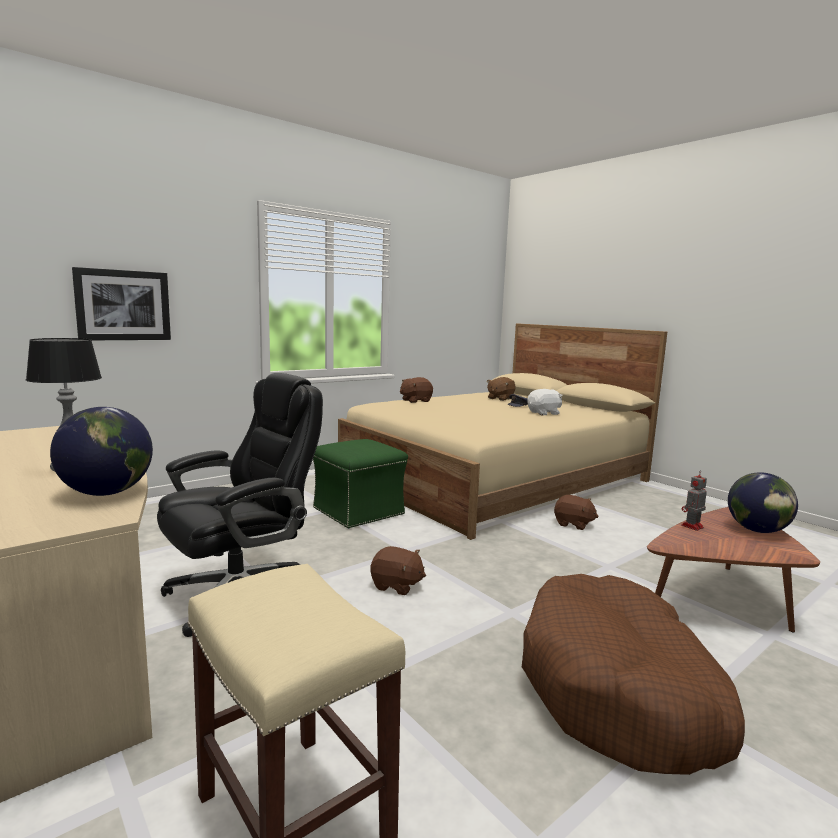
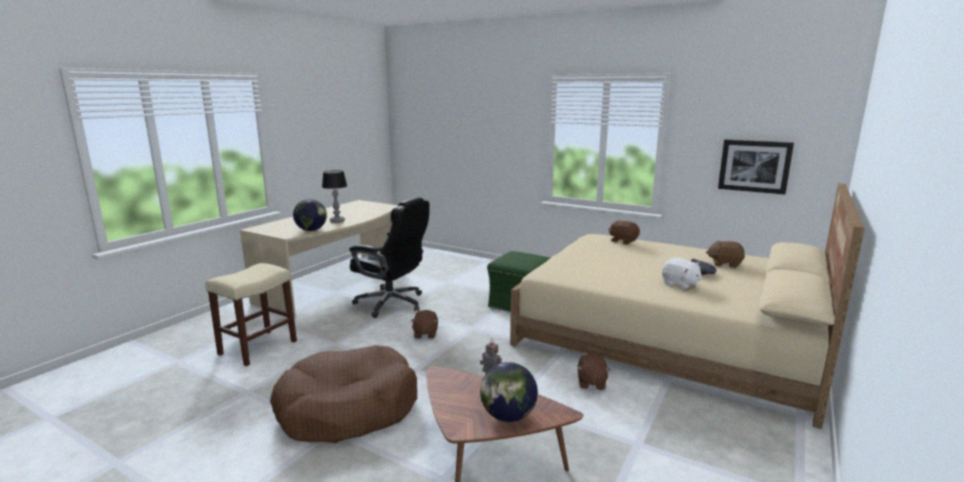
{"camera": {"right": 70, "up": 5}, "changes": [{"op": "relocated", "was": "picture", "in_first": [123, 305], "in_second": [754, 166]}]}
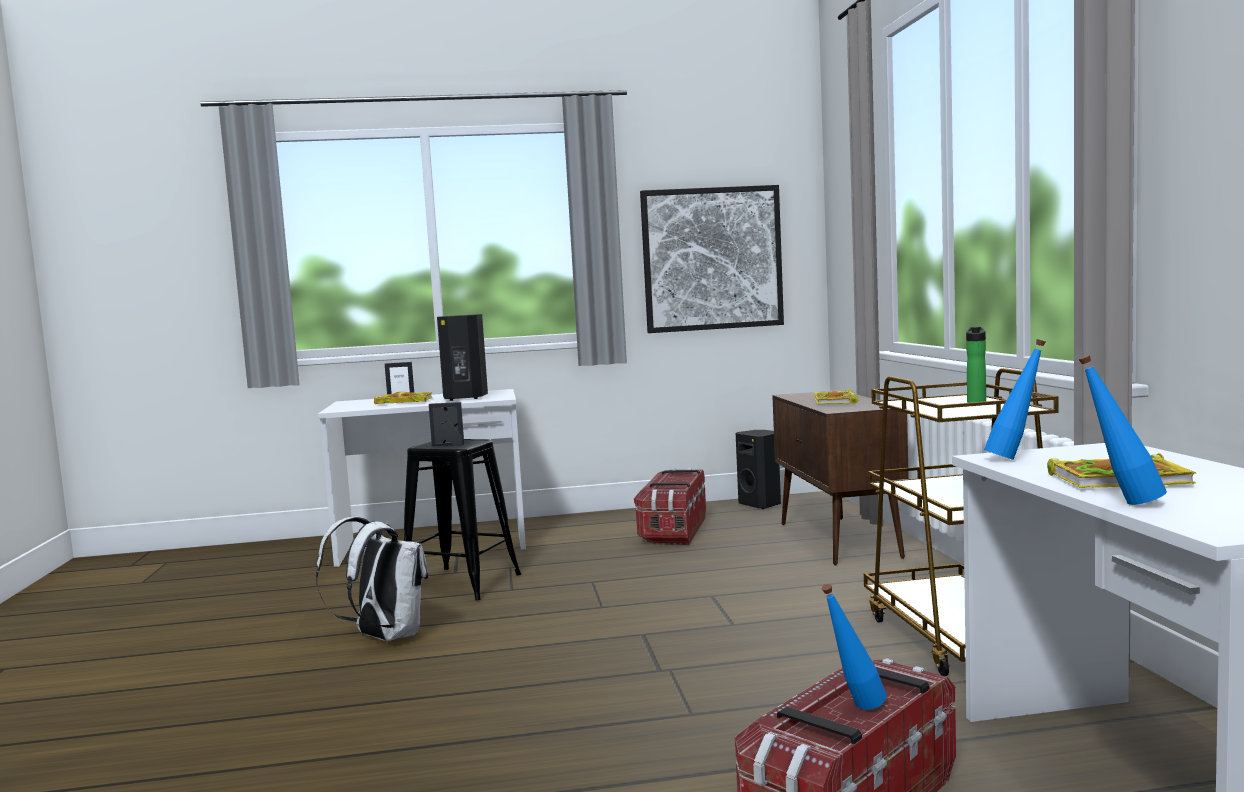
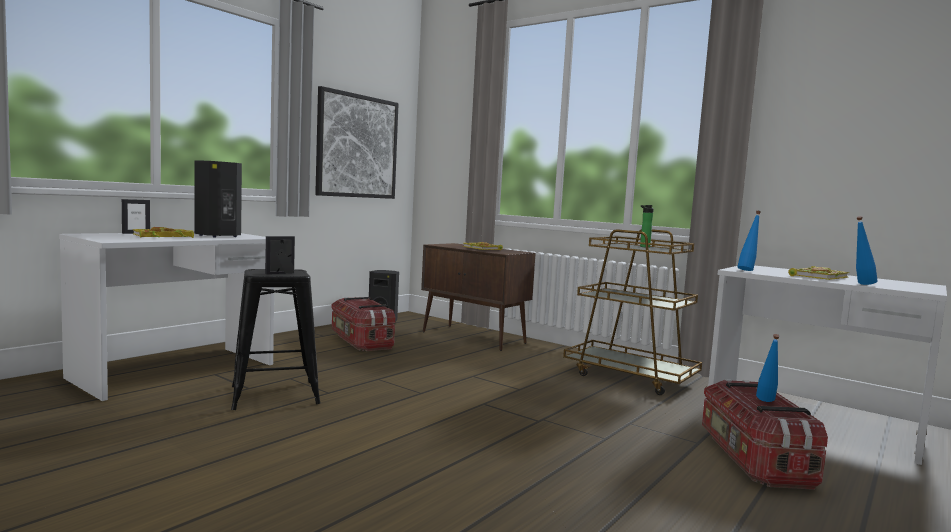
{"camera": {"right": -45, "up": 0}, "changes": [{"op": "missing", "was": "whitish knapsack", "in_first": [383, 637]}]}
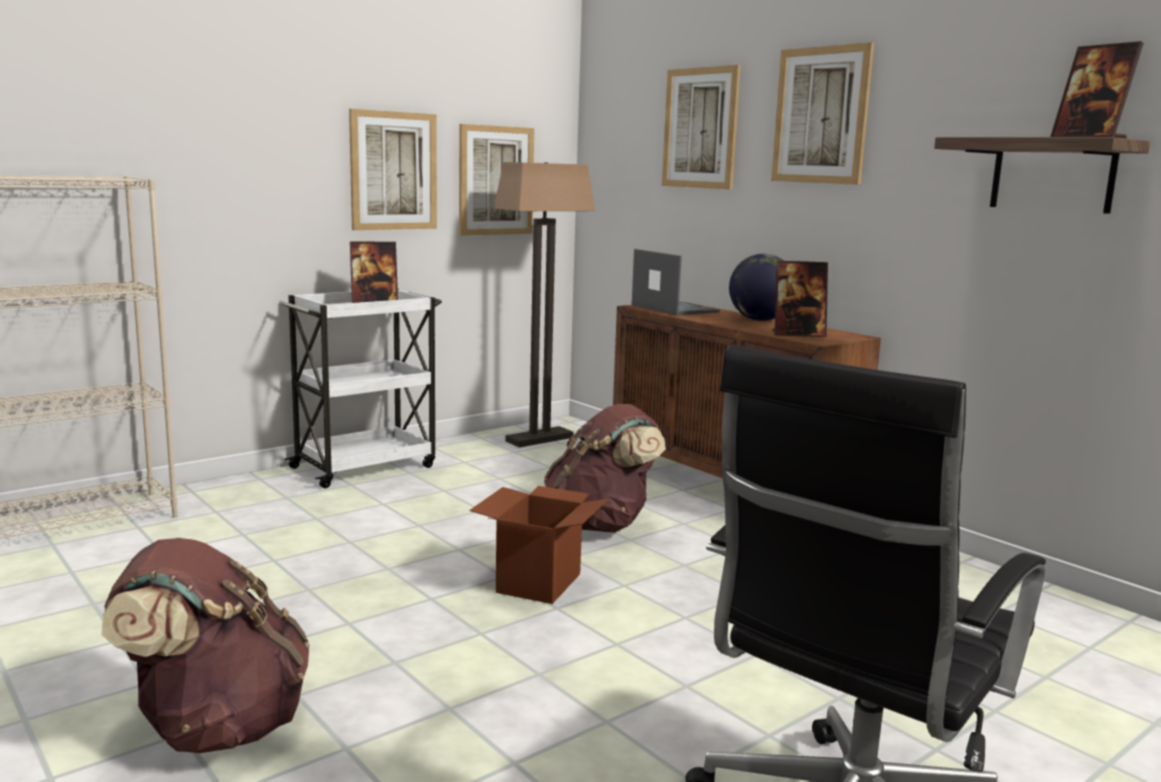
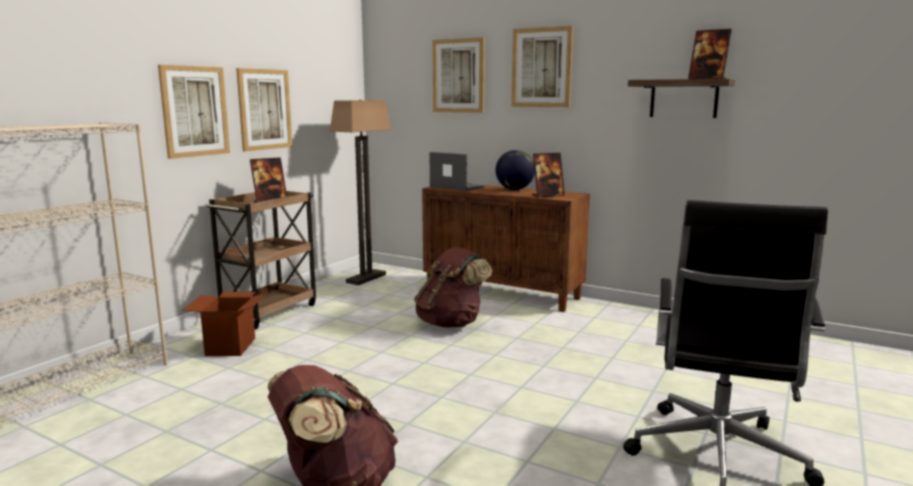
{"camera": {"right": -20, "up": 0}, "changes": [{"op": "colour", "was": "whitish trolley", "now": "brown trolley", "in_first": [365, 466], "in_second": [269, 311]}, {"op": "relocated", "was": "picture", "in_first": [496, 180], "in_second": [195, 111]}, {"op": "relocated", "was": "cardboard box", "in_first": [538, 583], "in_second": [230, 346]}]}
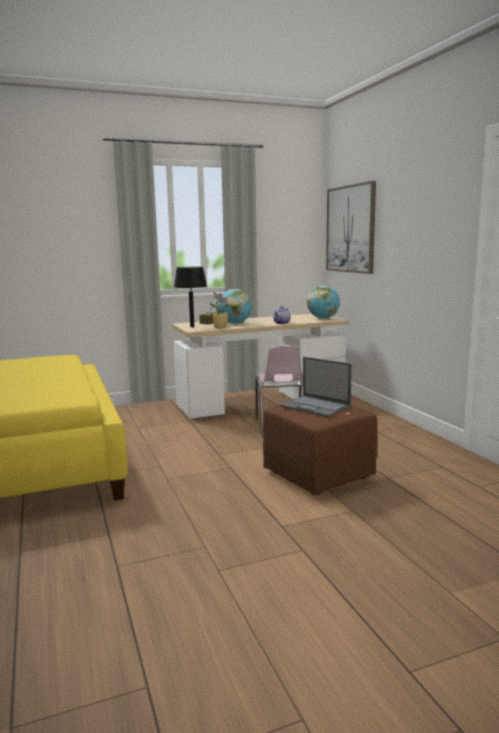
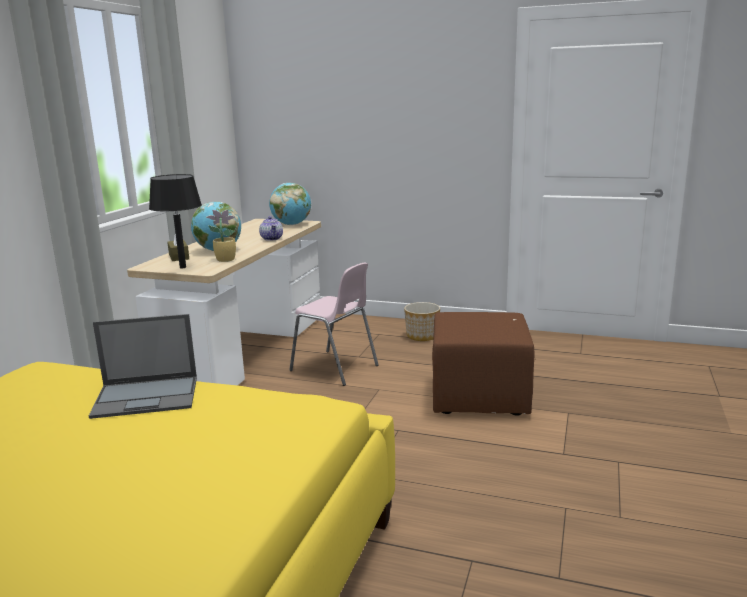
{"camera": {"right": -50, "up": 5}, "changes": [{"op": "relocated", "was": "notebook computer", "in_first": [316, 406], "in_second": [148, 397]}, {"op": "missing", "was": "picture", "in_first": [350, 229]}, {"op": "appeared", "now": "plant pot", "in_second": [422, 336]}]}
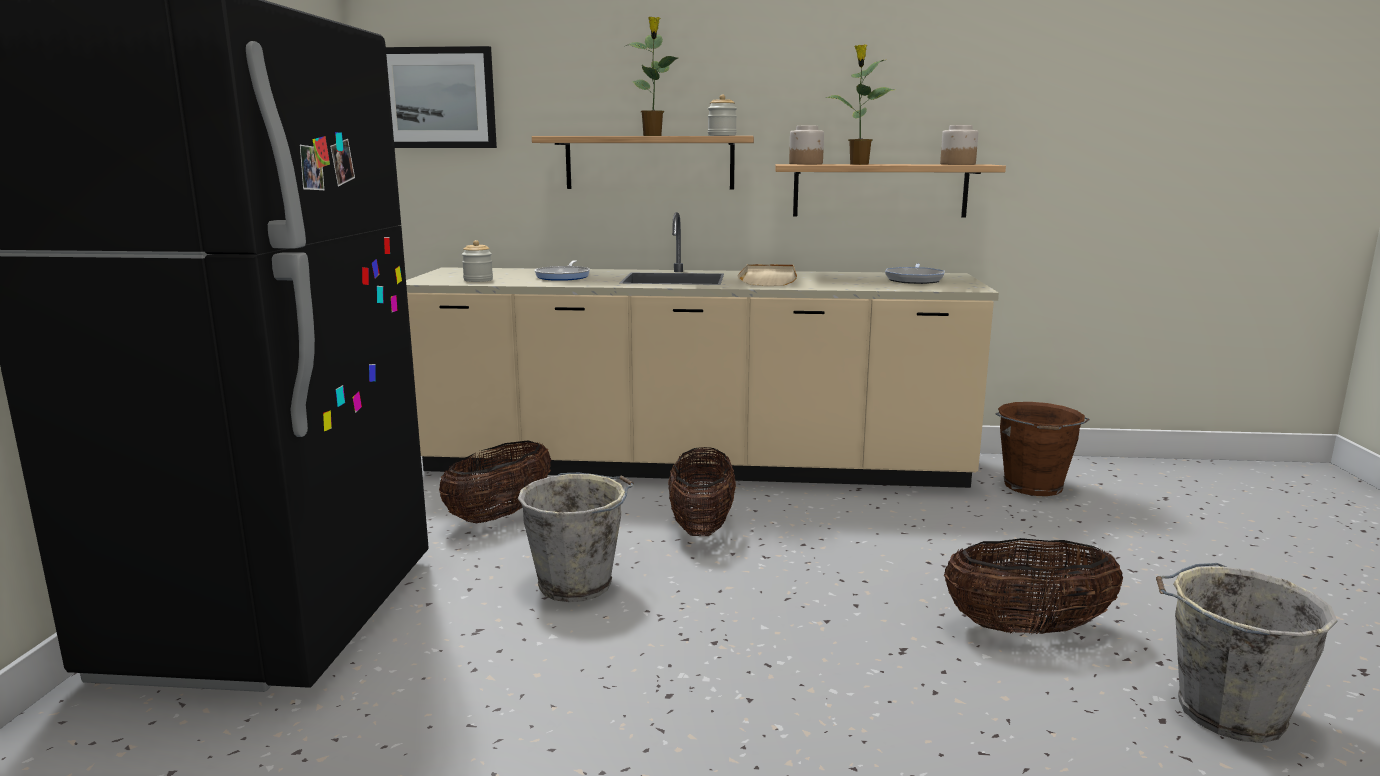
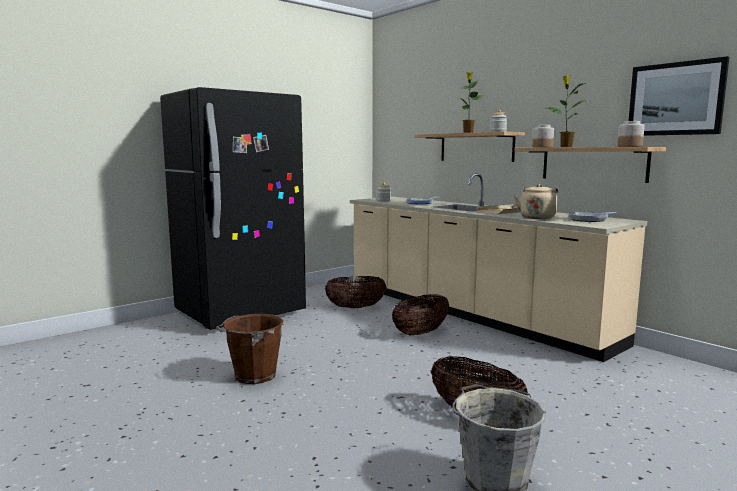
{"camera": {"right": 45, "up": -5}, "changes": [{"op": "relocated", "was": "picture", "in_first": [436, 98], "in_second": [675, 99]}, {"op": "missing", "was": "gray pail", "in_first": [578, 584]}, {"op": "relocated", "was": "brown pail", "in_first": [1033, 487], "in_second": [253, 376]}, {"op": "appeared", "now": "beige-coloured water kettle", "in_second": [537, 217]}]}
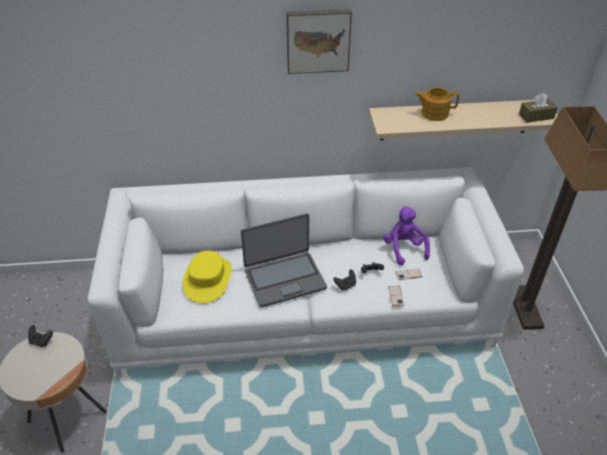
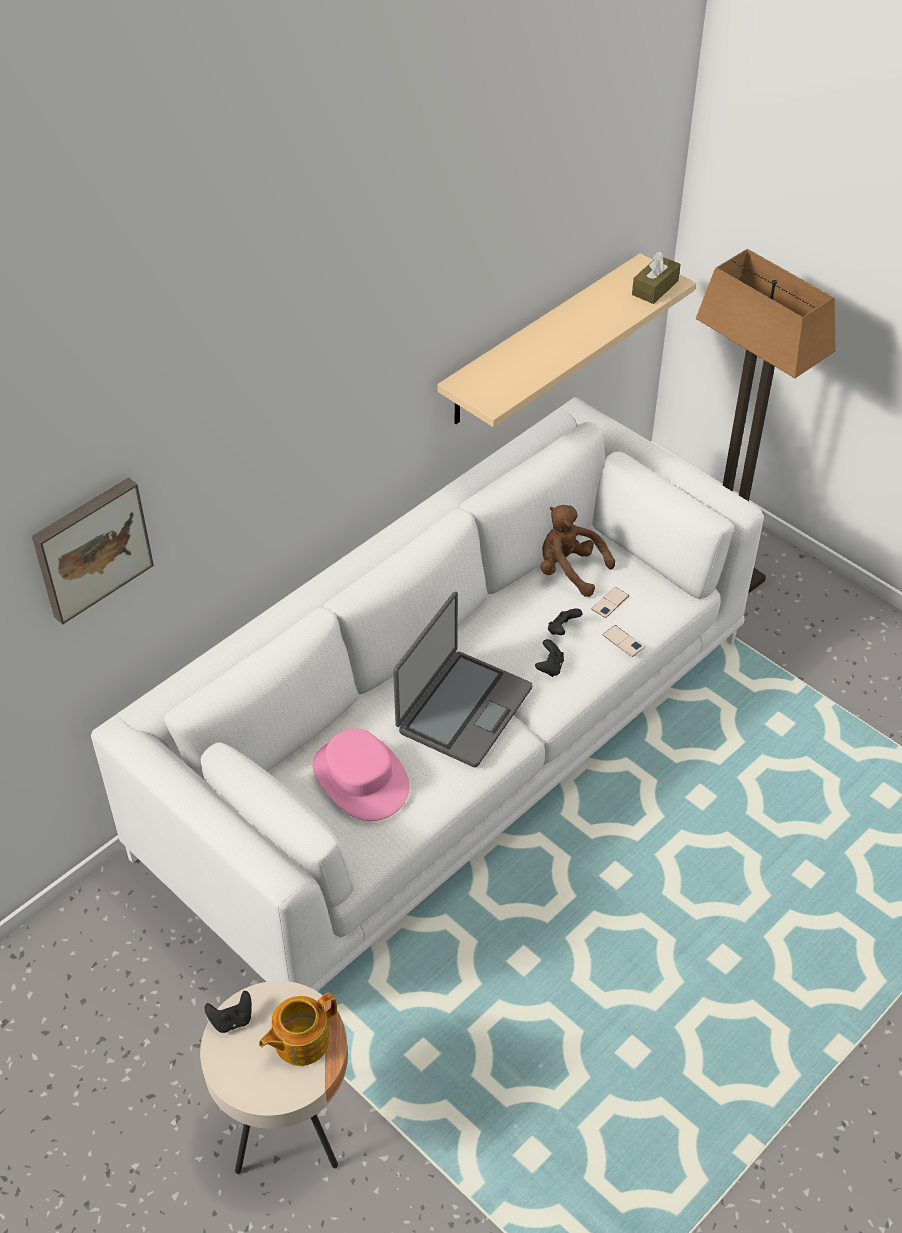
{"camera": {"right": -40, "up": 5}, "changes": [{"op": "colour", "was": "yellowish hat", "now": "pinkish hat", "in_first": [207, 279], "in_second": [360, 778]}, {"op": "relocated", "was": "picture", "in_first": [318, 40], "in_second": [90, 547]}, {"op": "colour", "was": "purple-coloured plush toy", "now": "brown plush toy", "in_first": [404, 249], "in_second": [569, 570]}, {"op": "relocated", "was": "tea pot", "in_first": [434, 113], "in_second": [300, 1040]}]}
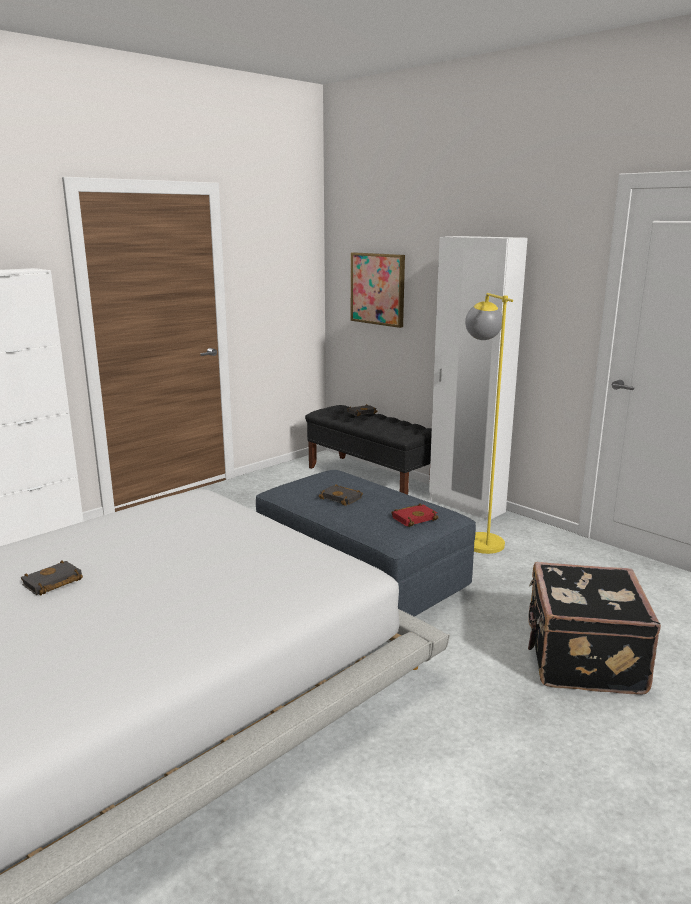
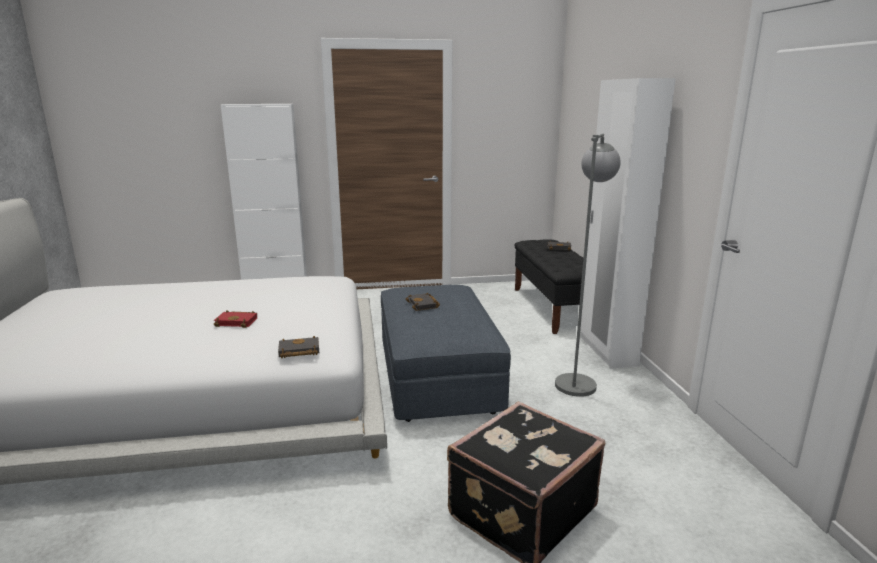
{"camera": {"right": 35, "up": 0}, "changes": [{"op": "relocated", "was": "black-coloured bound book", "in_first": [52, 583], "in_second": [298, 351]}, {"op": "missing", "was": "picture", "in_first": [378, 289]}, {"op": "relocated", "was": "red-coloured bound book", "in_first": [414, 518], "in_second": [238, 322]}, {"op": "colour", "was": "yellowish standing lamp", "now": "gray standing lamp", "in_first": [478, 538], "in_second": [577, 379]}]}
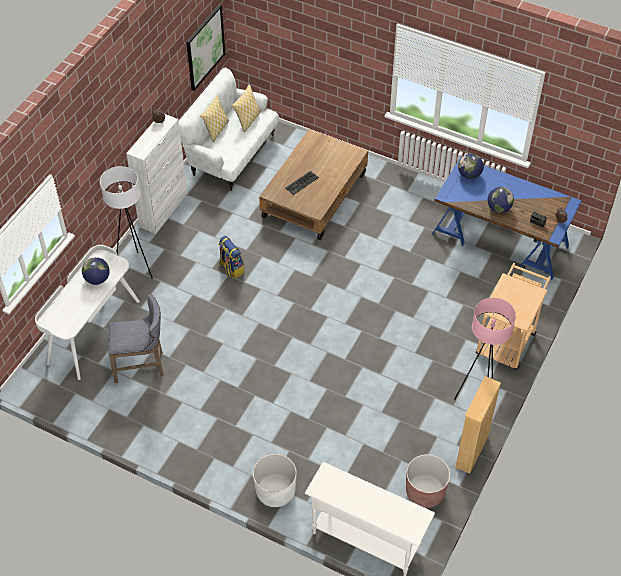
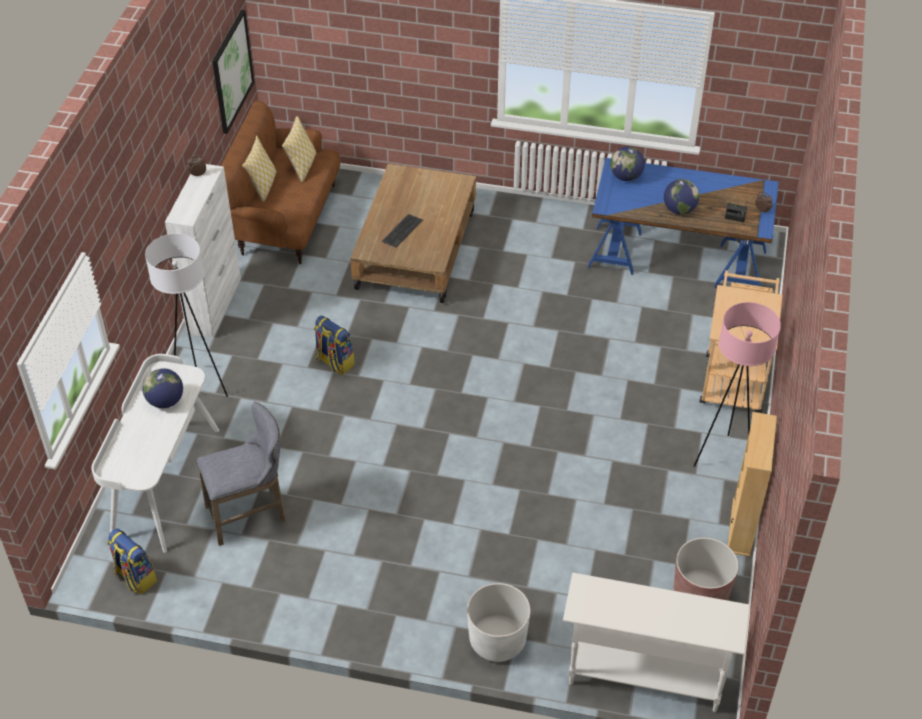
{"camera": {"right": -15, "up": -5}, "changes": [{"op": "colour", "was": "whitish settee", "now": "brown settee", "in_first": [231, 154], "in_second": [285, 219]}, {"op": "appeared", "now": "knapsack", "in_second": [135, 577]}]}
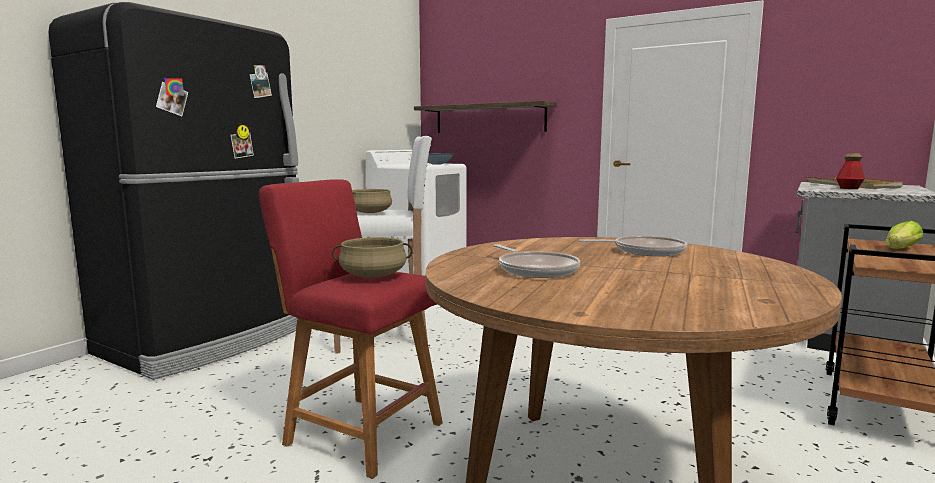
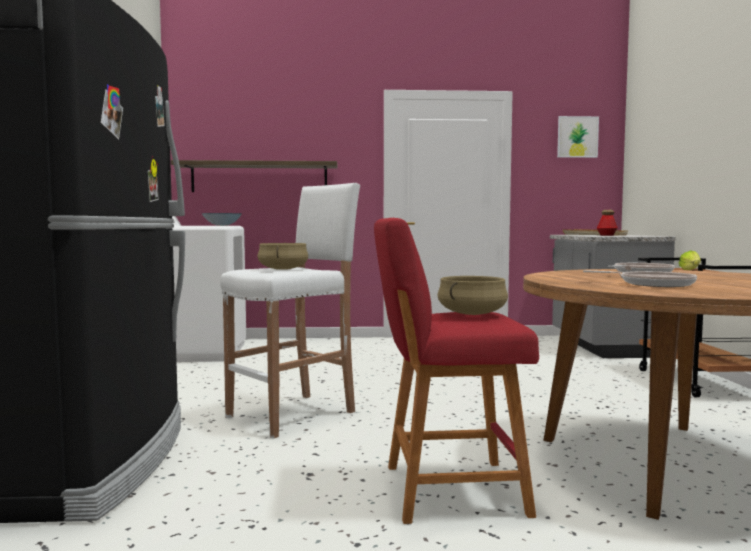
{"camera": {"right": -35, "up": -5}, "changes": [{"op": "appeared", "now": "picture", "in_second": [577, 137]}]}
